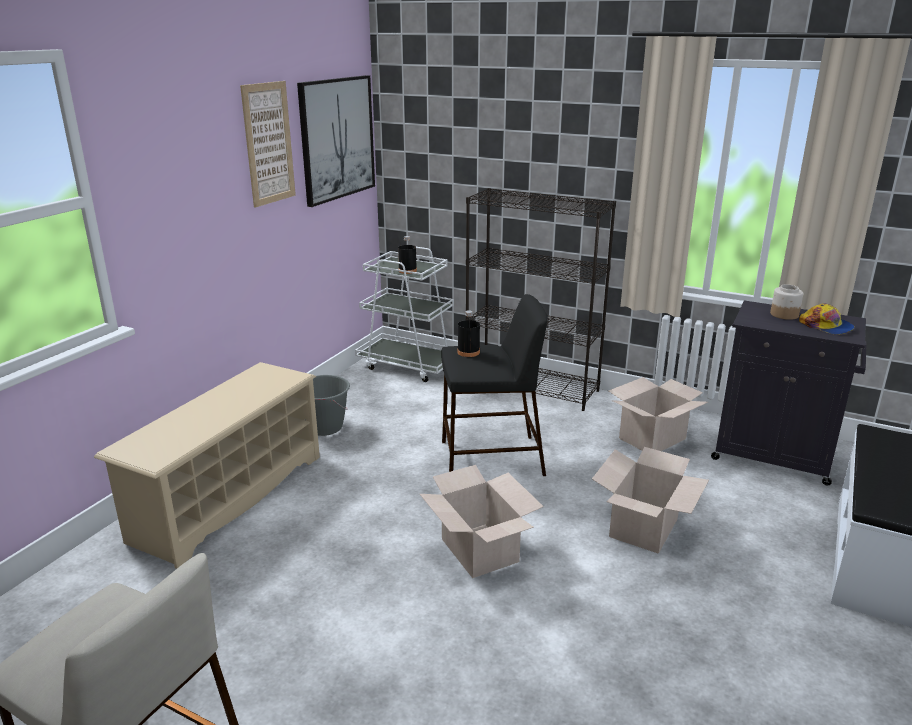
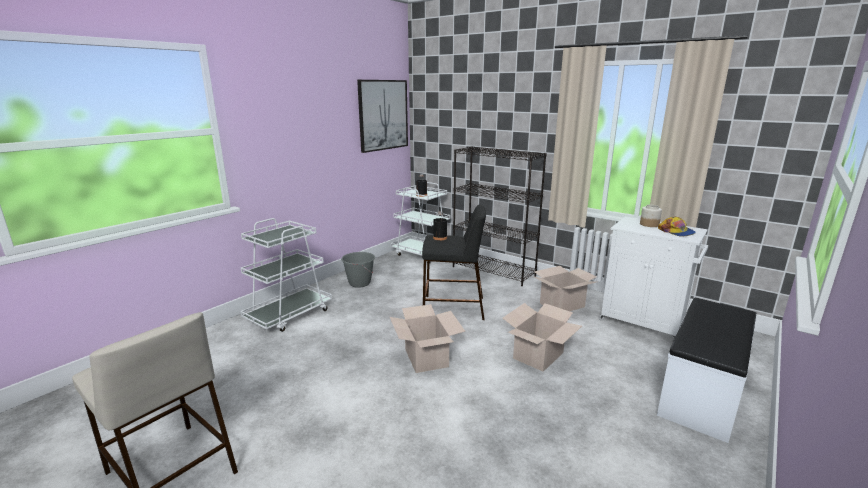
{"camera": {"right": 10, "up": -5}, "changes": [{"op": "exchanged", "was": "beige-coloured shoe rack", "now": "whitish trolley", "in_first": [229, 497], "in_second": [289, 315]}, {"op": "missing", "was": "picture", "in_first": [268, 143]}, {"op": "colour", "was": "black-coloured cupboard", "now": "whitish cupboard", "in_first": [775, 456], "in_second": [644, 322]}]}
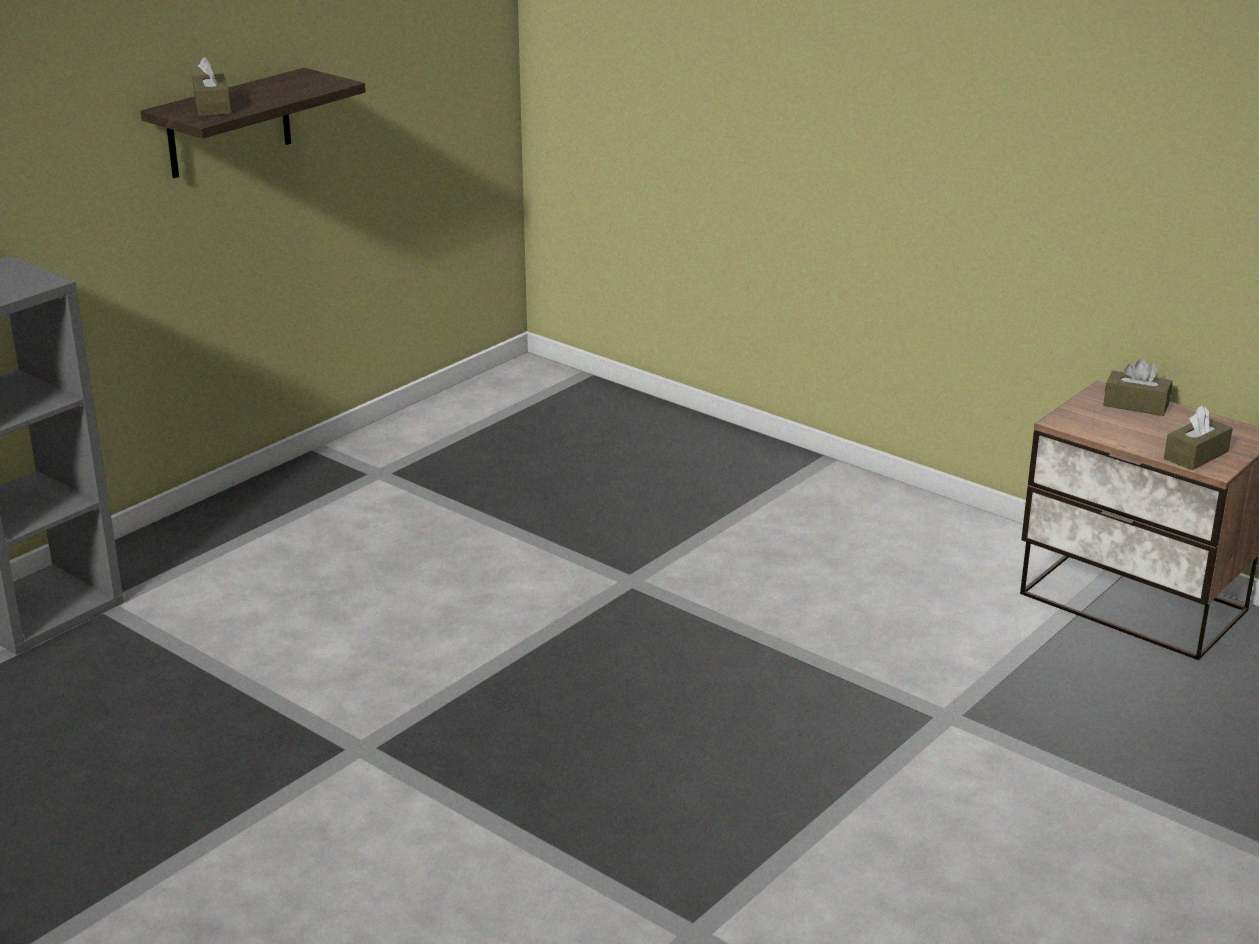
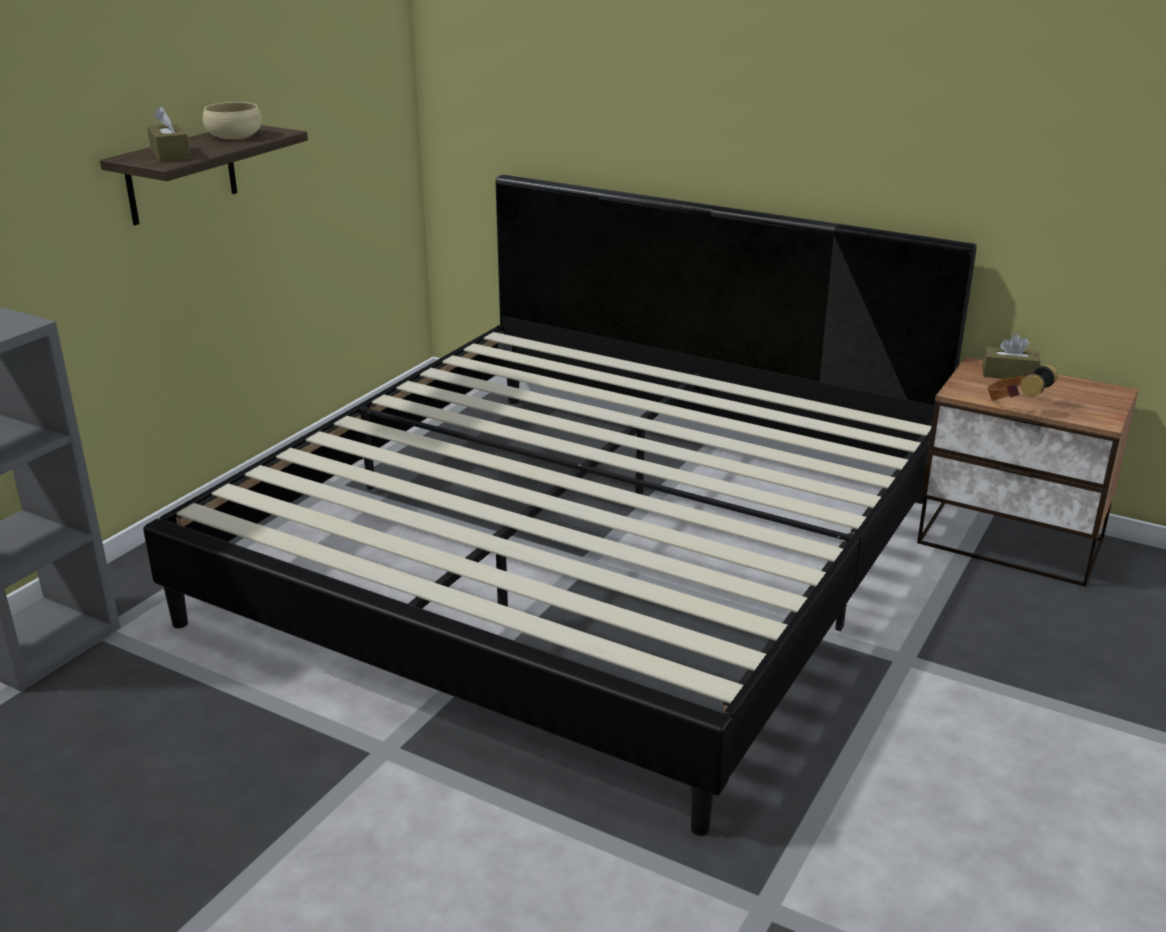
{"camera": {"right": -10, "up": 0}, "changes": [{"op": "missing", "was": "brown tissue holder", "in_first": [1196, 455]}, {"op": "appeared", "now": "sleeping bed", "in_second": [583, 556]}, {"op": "appeared", "now": "beige-coloured deep dish", "in_second": [234, 136]}, {"op": "appeared", "now": "headphones", "in_second": [1015, 404]}]}
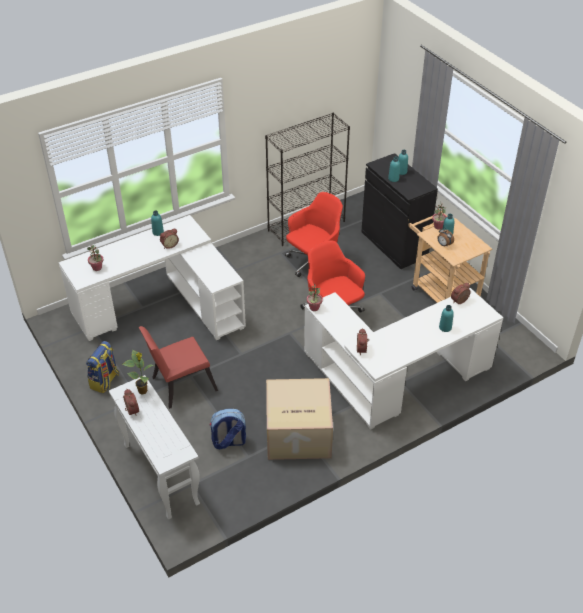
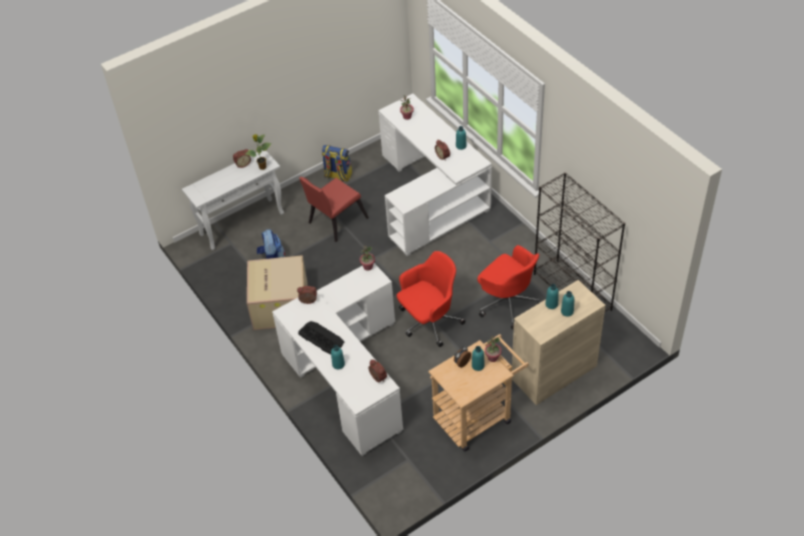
{"camera": {"right": 90, "up": 5}, "changes": [{"op": "spun", "was": "red-coloured chair", "in_first": [180, 385], "in_second": [335, 222], "clockwise": -105}, {"op": "colour", "was": "black-coloured cupboard", "now": "beige-coloured cupboard", "in_first": [394, 244], "in_second": [554, 372]}, {"op": "appeared", "now": "computer keyboard", "in_second": [321, 338]}]}
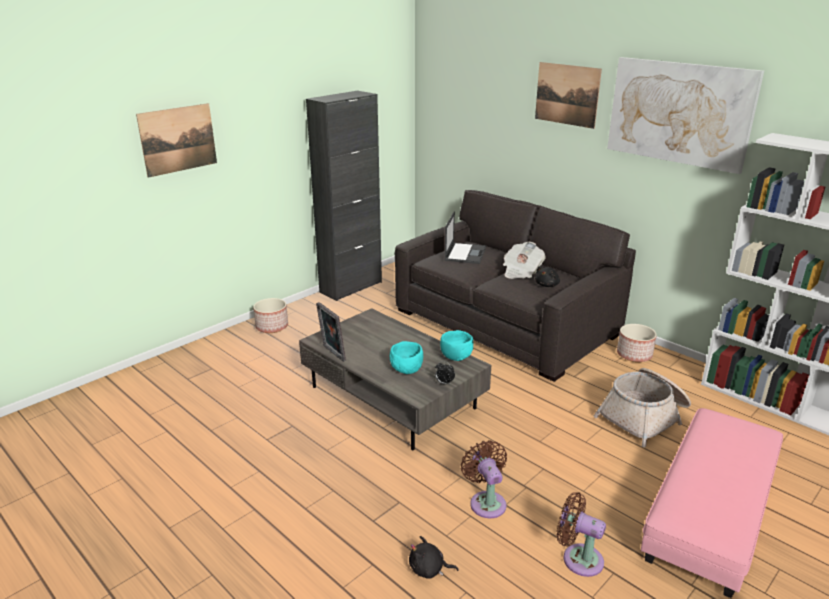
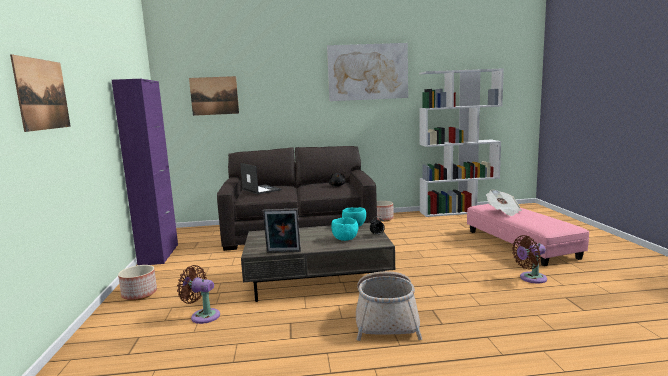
{"camera": {"right": -50, "up": -15}, "changes": [{"op": "colour", "was": "black-coloured cupboard", "now": "purple-coloured cupboard", "in_first": [351, 287], "in_second": [159, 255]}, {"op": "missing", "was": "black-coloured plush toy", "in_first": [429, 569]}, {"op": "relocated", "was": "brown cooling fan", "in_first": [486, 502], "in_second": [203, 316]}, {"op": "relocated", "was": "daily paper", "in_first": [521, 271], "in_second": [503, 211]}, {"op": "relocated", "was": "picture", "in_first": [567, 94], "in_second": [214, 96]}, {"op": "relocated", "was": "basket", "in_first": [644, 417], "in_second": [386, 319]}]}
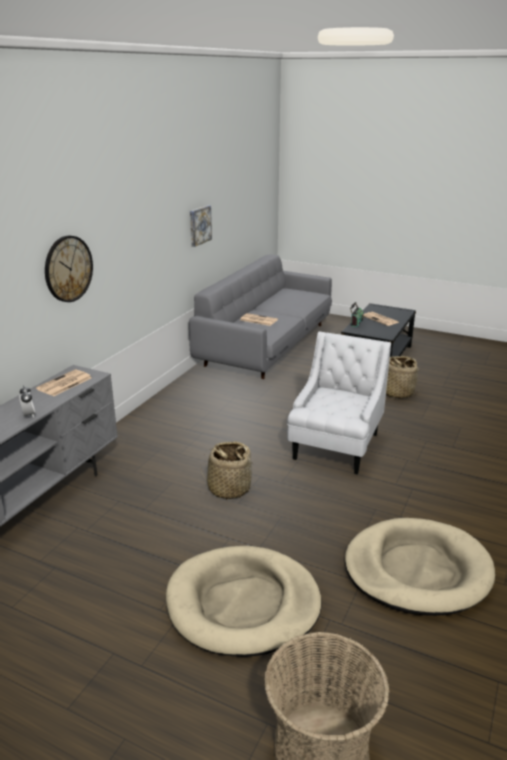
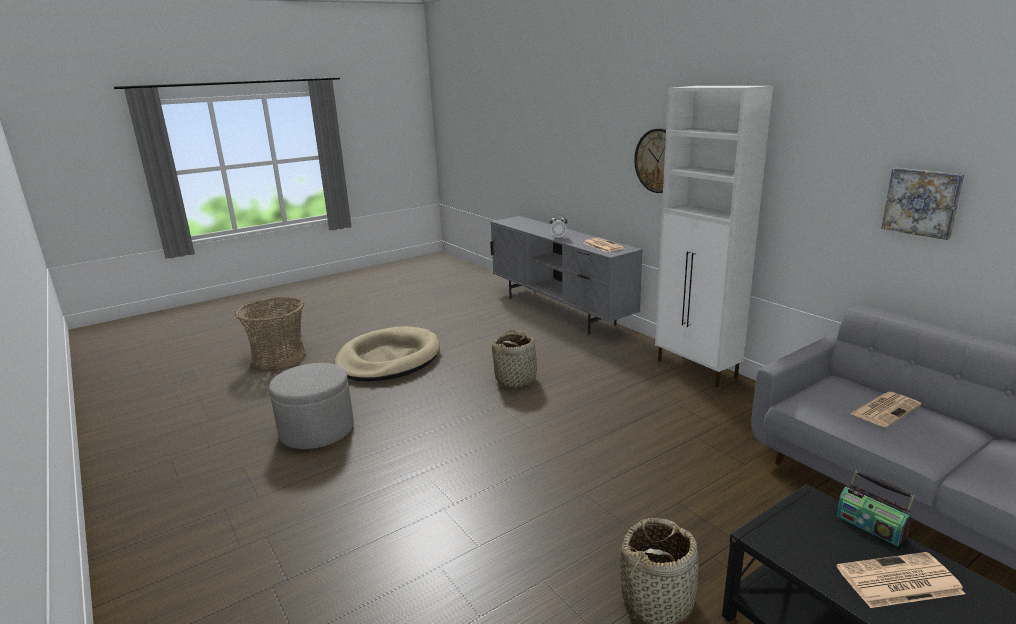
{"camera": {"right": 120, "up": -5}, "changes": [{"op": "missing", "was": "whitish lounge chair", "in_first": [335, 447]}, {"op": "exchanged", "was": "beige-coloured dog cushion", "now": "gray footrest", "in_first": [417, 570], "in_second": [317, 430]}, {"op": "appeared", "now": "whitish cupboard", "in_second": [697, 369]}]}
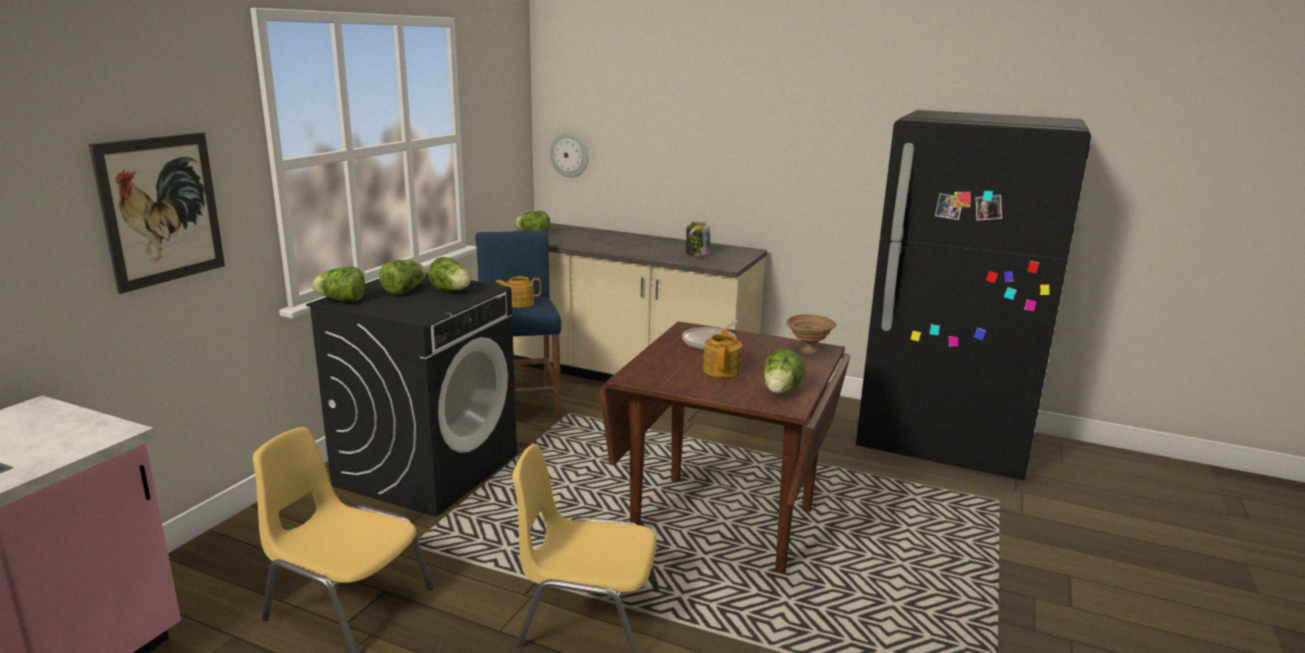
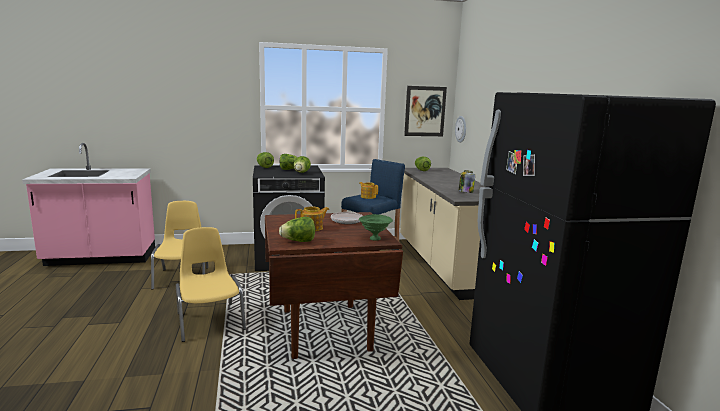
{"camera": {"right": 55, "up": -5}, "changes": [{"op": "relocated", "was": "picture", "in_first": [161, 210], "in_second": [425, 111]}, {"op": "colour", "was": "brown deep dish", "now": "greenish deep dish", "in_first": [808, 351], "in_second": [374, 238]}]}
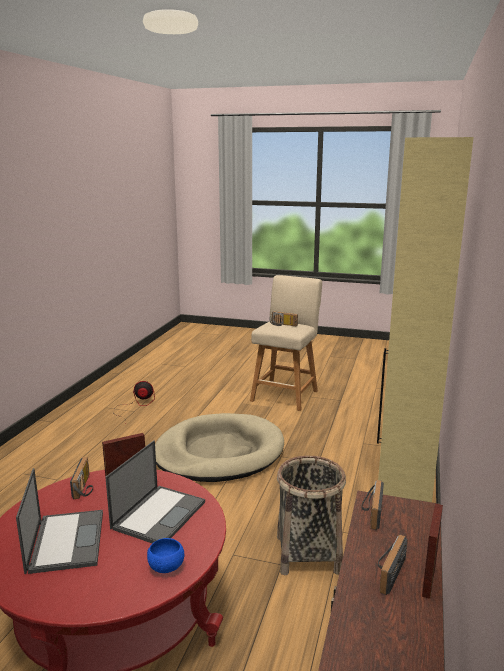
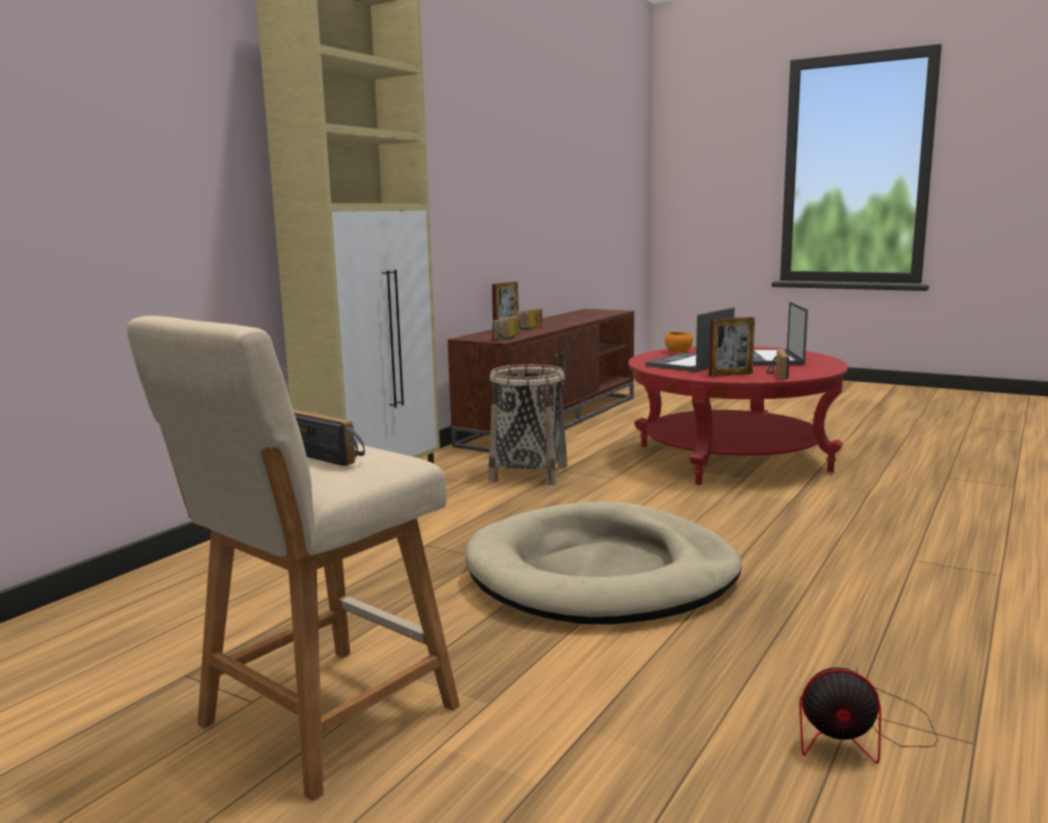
{"camera": {"right": -165, "up": -5}, "changes": [{"op": "colour", "was": "bluish deep dish", "now": "orangey deep dish", "in_first": [166, 567], "in_second": [678, 352]}]}
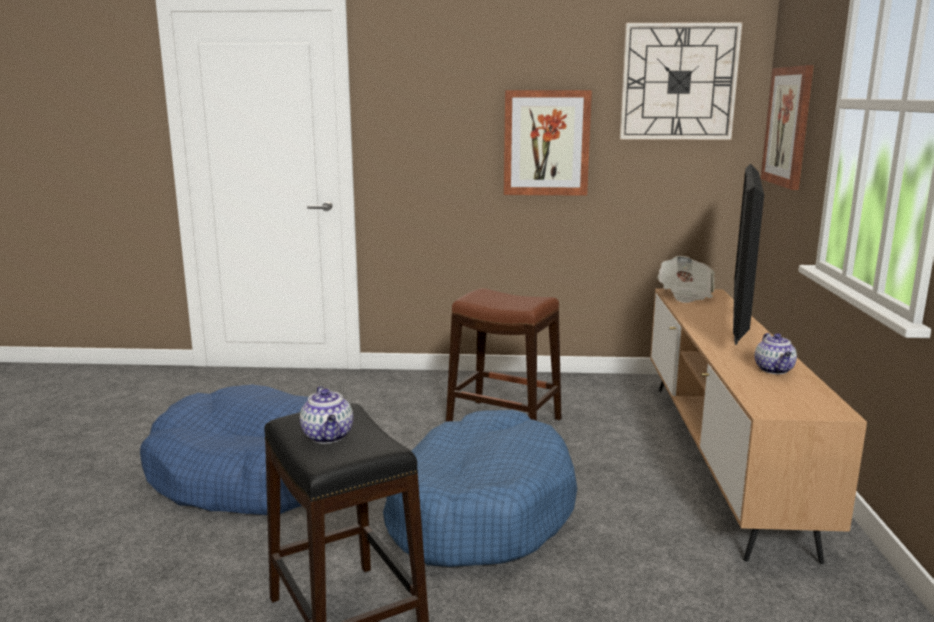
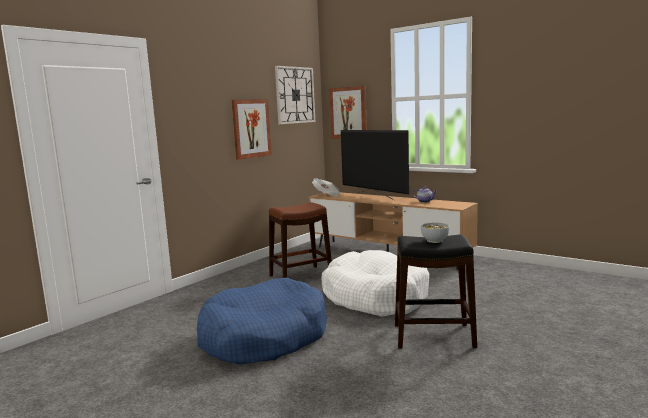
{"camera": {"right": -55, "up": -5}, "changes": [{"op": "exchanged", "was": "tea pot", "now": "deep dish", "in_first": [328, 437], "in_second": [435, 240]}, {"op": "colour", "was": "bluish dog cushion", "now": "whitish dog cushion", "in_first": [479, 510], "in_second": [375, 297]}]}
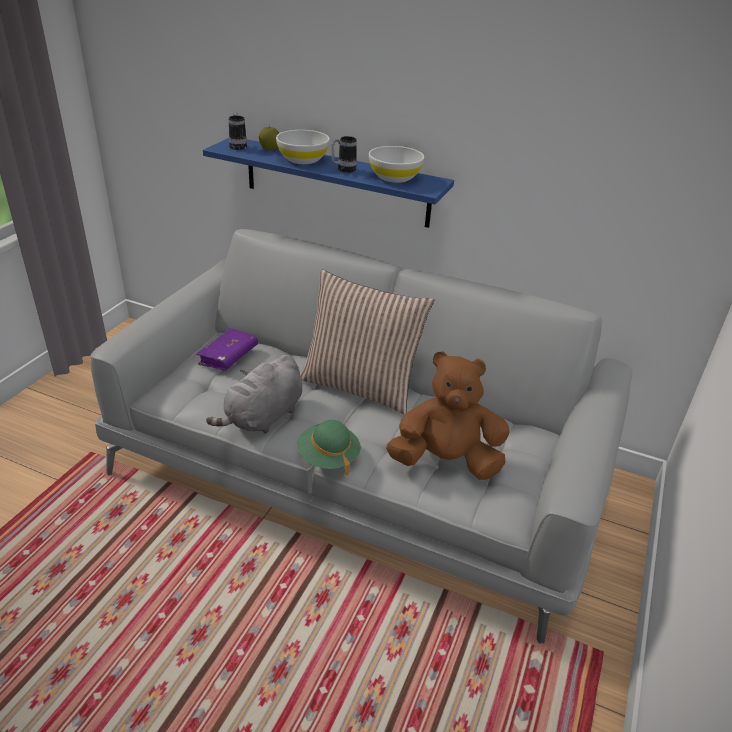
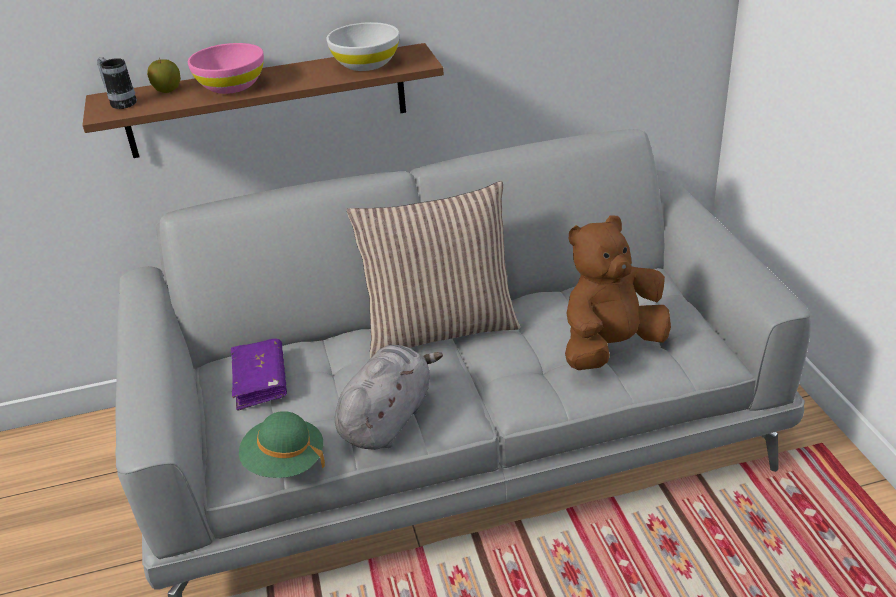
{"camera": {"right": -35, "up": 0}, "changes": [{"op": "colour", "was": "bluish bracket shelf", "now": "brown bracket shelf", "in_first": [336, 182], "in_second": [267, 101]}, {"op": "spun", "was": "gray plush toy", "in_first": [263, 418], "in_second": [388, 419], "clockwise": -150}, {"op": "colour", "was": "whitish deep dish", "now": "pinkish deep dish", "in_first": [302, 160], "in_second": [231, 86]}, {"op": "relocated", "was": "greenish hat", "in_first": [328, 457], "in_second": [284, 462]}, {"op": "missing", "was": "tea mug", "in_first": [343, 170]}]}
